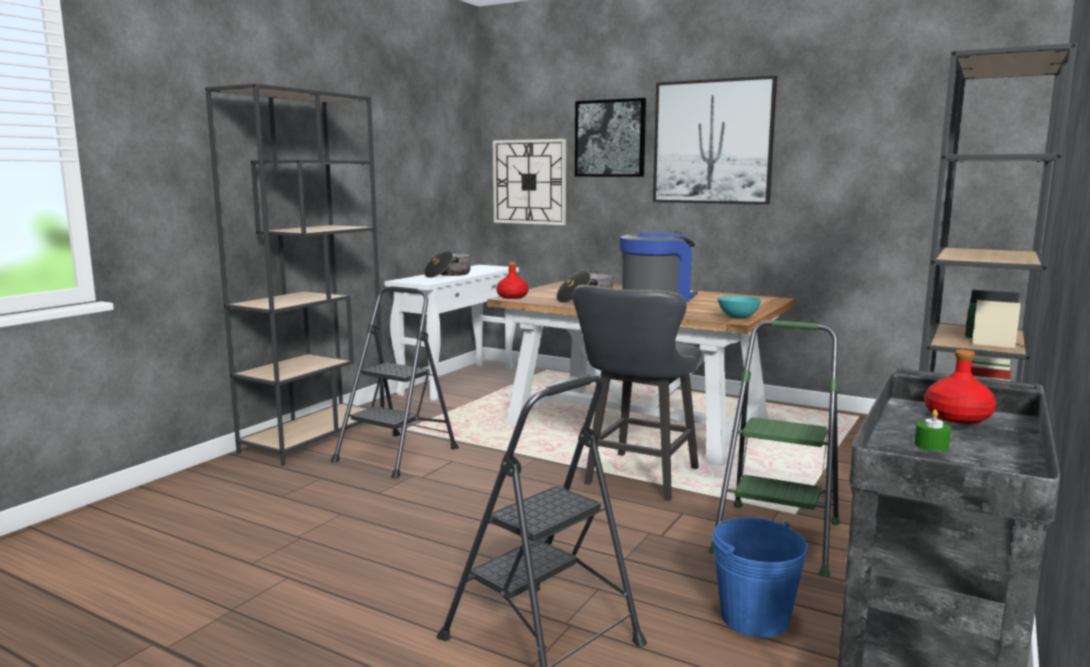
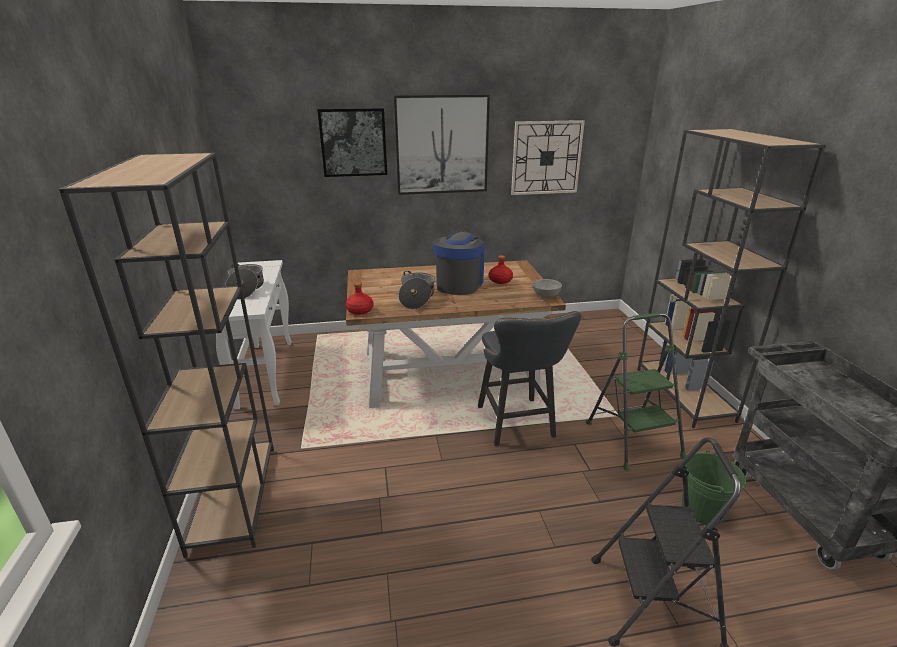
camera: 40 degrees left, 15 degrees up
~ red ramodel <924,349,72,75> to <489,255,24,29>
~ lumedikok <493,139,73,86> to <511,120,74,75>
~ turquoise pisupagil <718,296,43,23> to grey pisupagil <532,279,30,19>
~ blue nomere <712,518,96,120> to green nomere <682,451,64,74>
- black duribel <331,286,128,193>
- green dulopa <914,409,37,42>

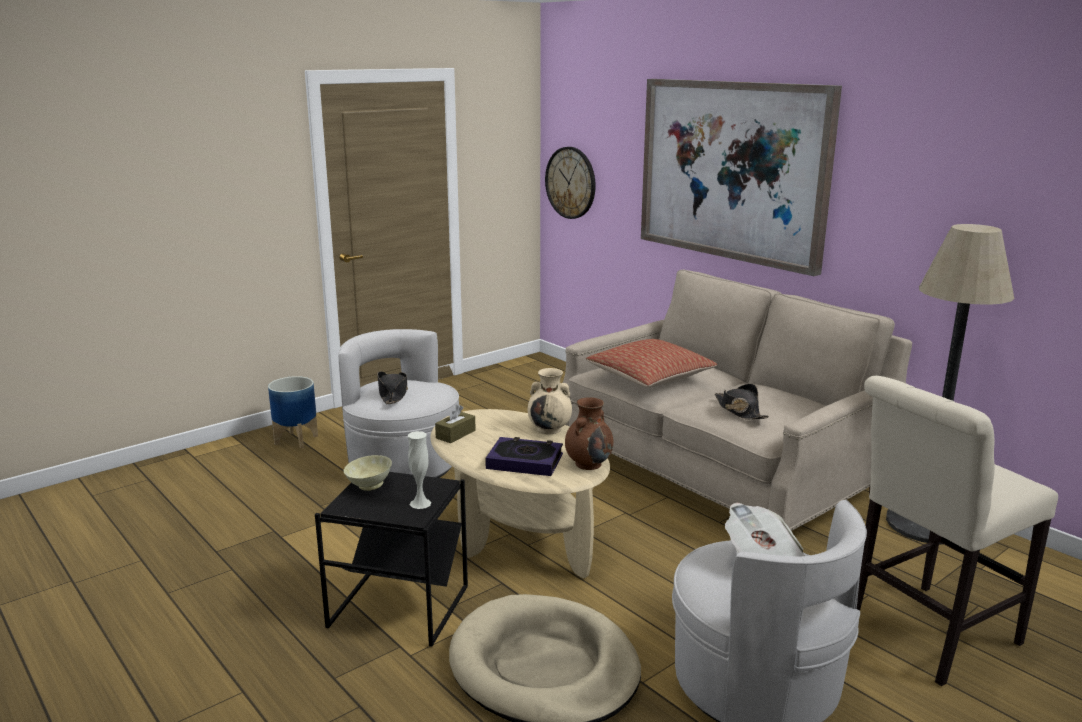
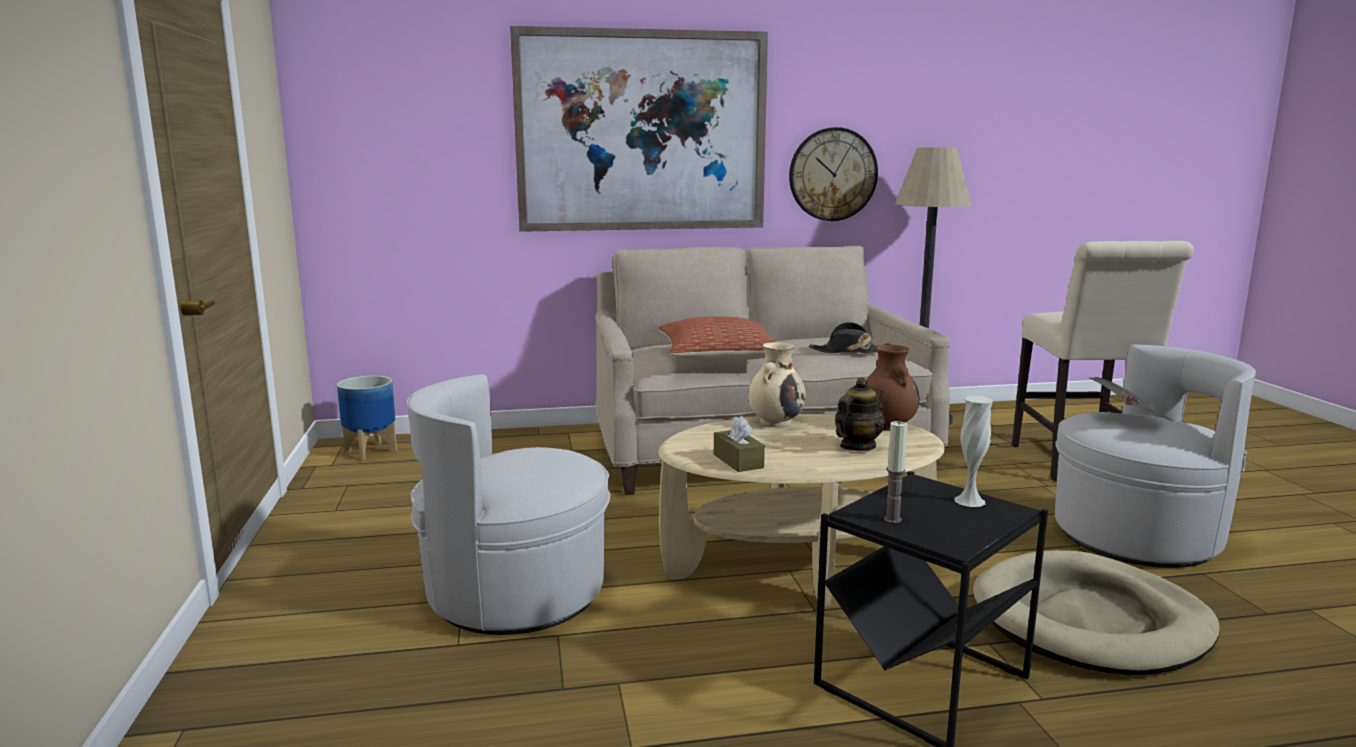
camera: 60 degrees left, 5 degrees down
~ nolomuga <268,376,50,72> to <337,376,60,84>
~ lumedikok <545,147,51,72> to <789,127,89,94>
~ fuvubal <485,437,78,39> to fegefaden <835,378,50,73>
~ beige pisupagil <344,455,48,36> to dulopa <884,421,24,102>
- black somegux <377,371,31,33>

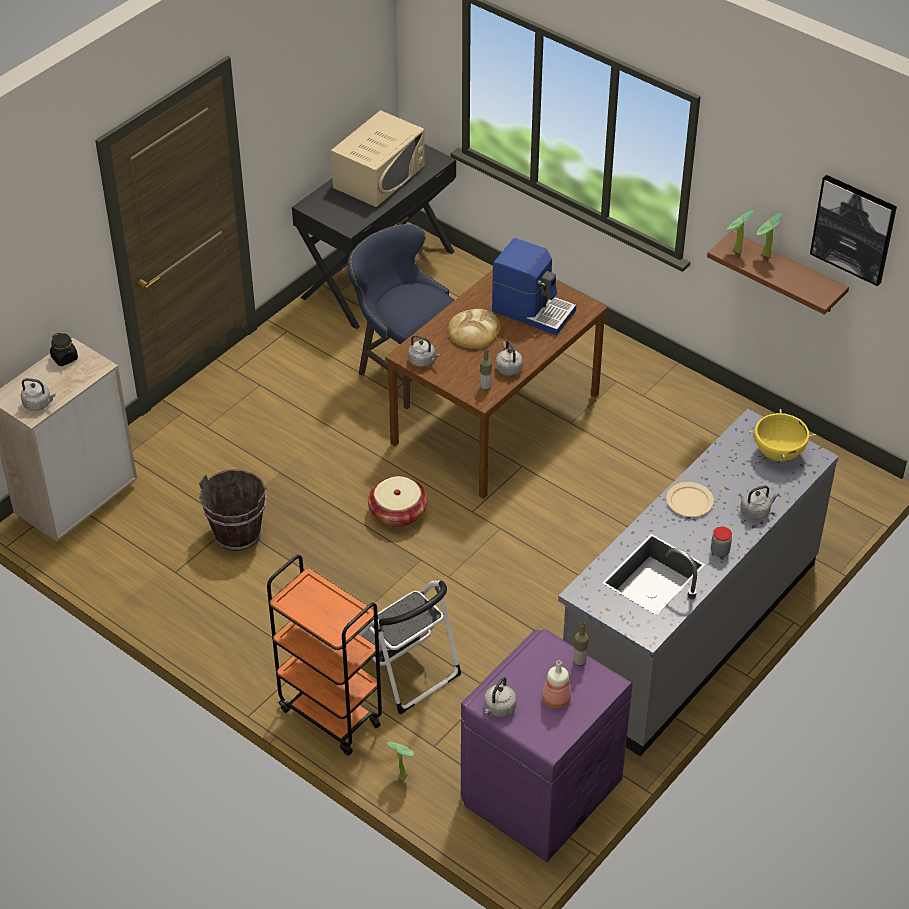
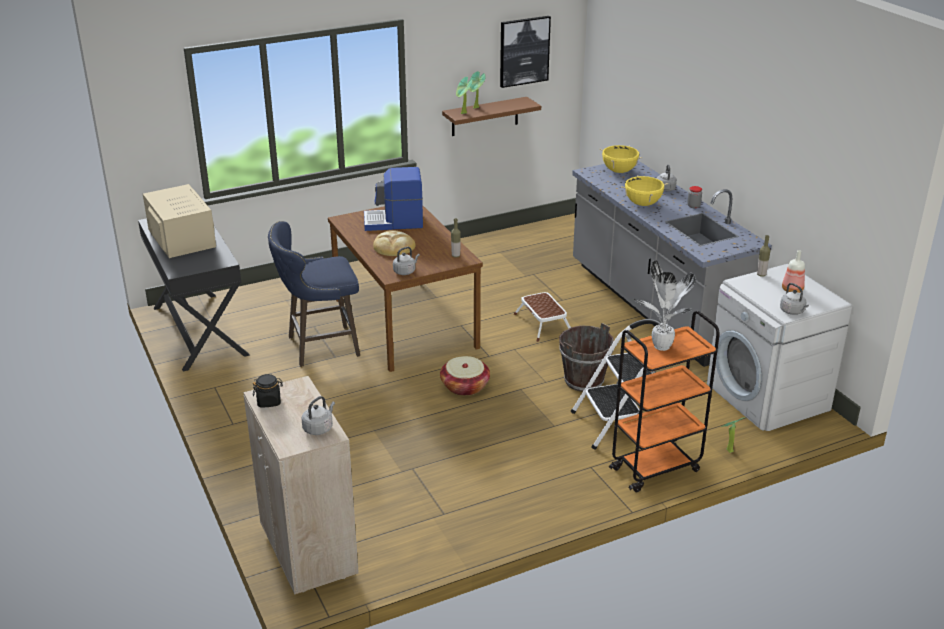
camera: 65 degrees left, 15 degrees down
~ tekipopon <492,238,84,97> = <364,167,59,64> 150 degrees counterclockwise
+ brown duribel <514,292,57,50>
~ brown nomere <199,469,67,82> to <559,323,55,69>
~ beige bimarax <666,482,48,35> to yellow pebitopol <621,175,47,31>
+ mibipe <634,260,62,91>
~ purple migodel <461,629,172,233> to white migodel <707,264,145,167>
- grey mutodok <496,340,27,36>

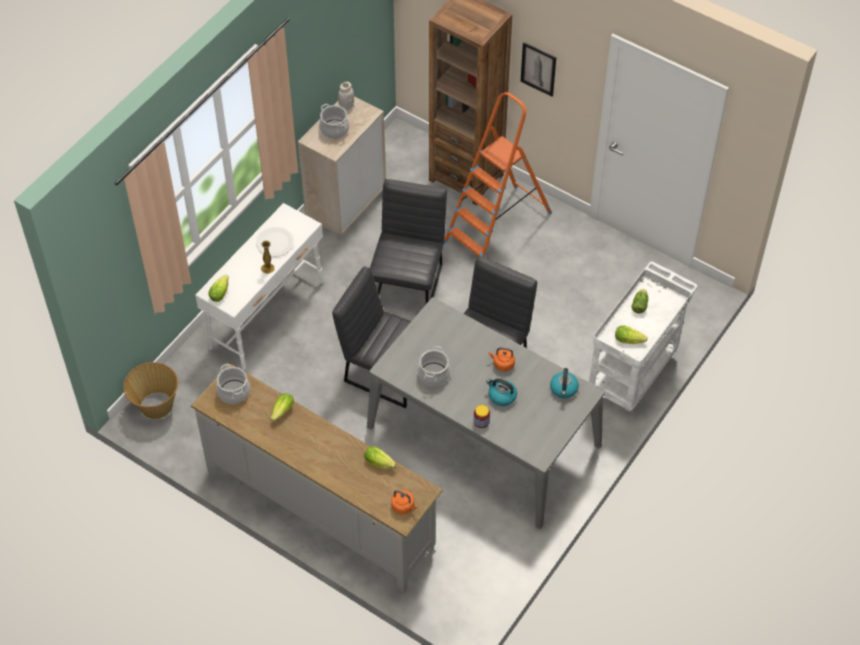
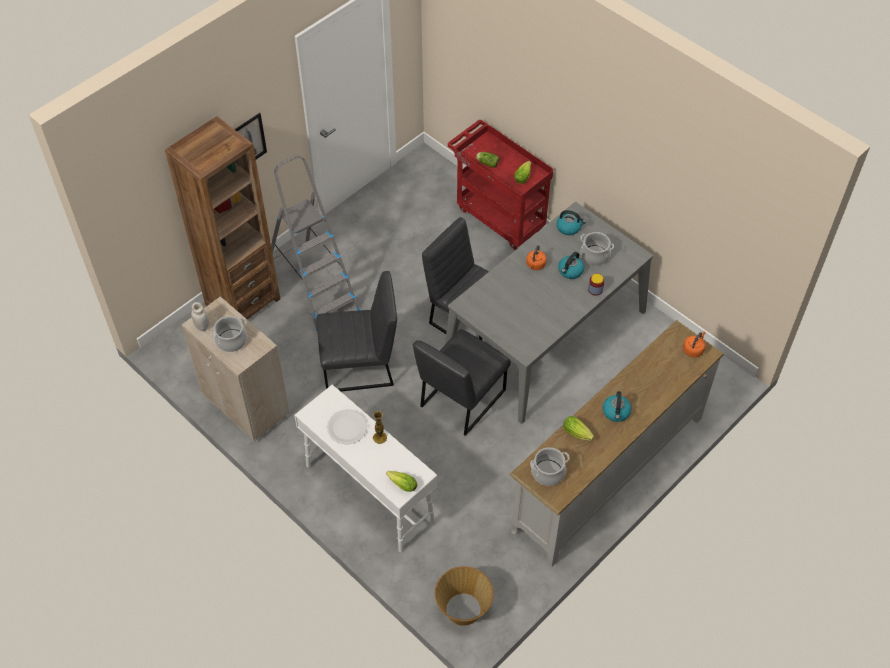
camera: 80 degrees left, 0 degrees up
~ orange duribel <444,92,108,166> to grey duribel <271,155,89,176>
~ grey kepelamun <370,179,77,125> = <316,271,81,121> 150 degrees clockwise
~ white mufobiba <589,261,108,153> to red mufobiba <448,120,105,130>
~ pebitopol <417,346,34,40> to <580,232,34,33>
+ mutodok <603,391,29,31>
- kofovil <364,446,32,23>

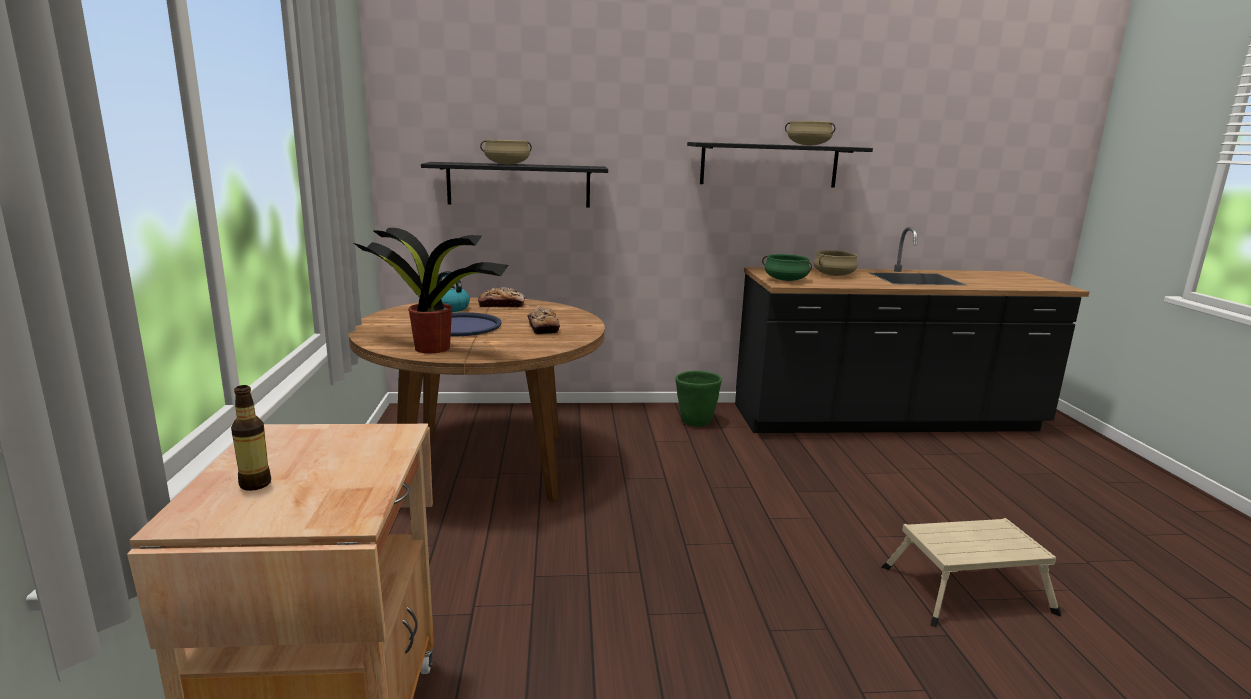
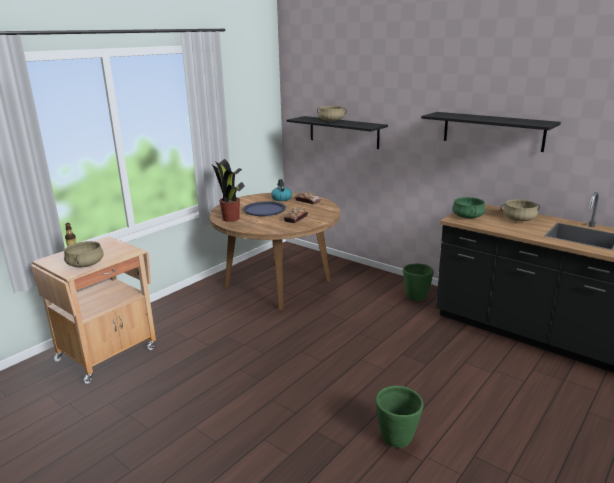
camera: 45 degrees right, 5 degrees up
~ beige pebitopol <785,121,51,24> to <64,241,39,26>
~ beige duribel <881,518,181,109> to green nolomuga <376,386,47,62>

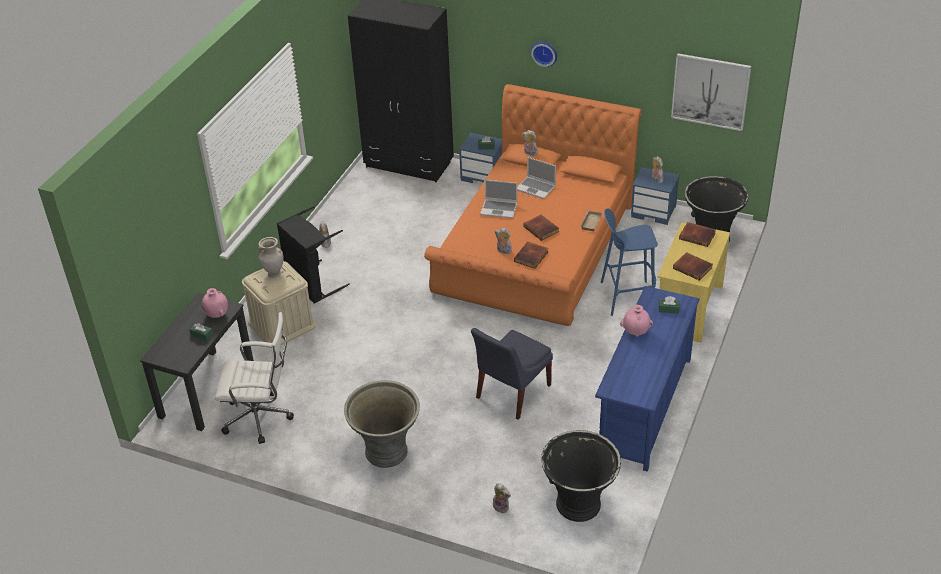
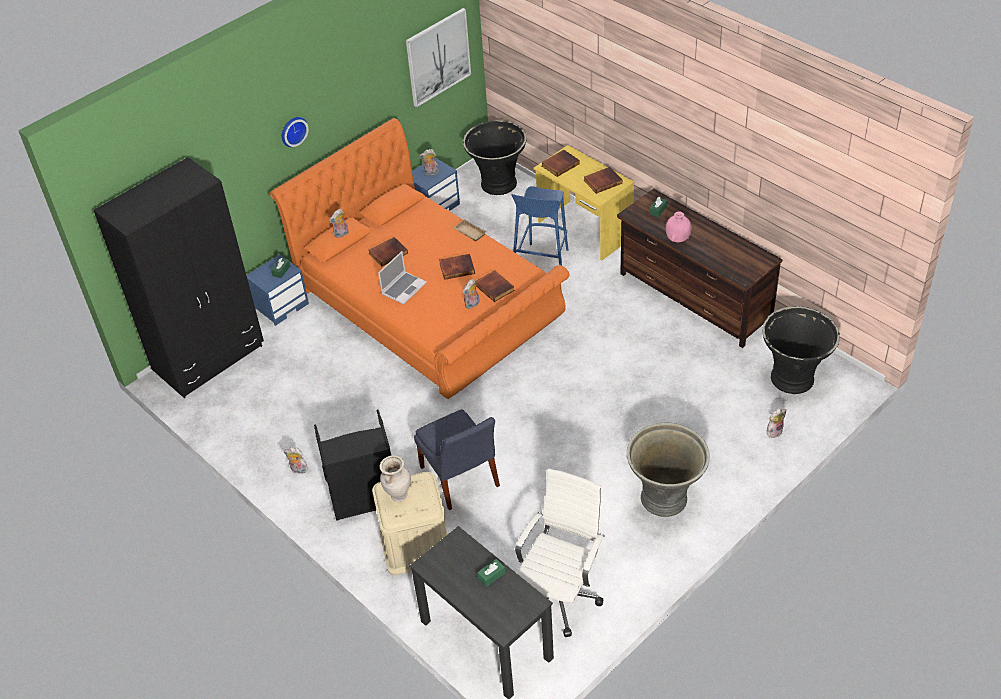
camera: 65 degrees left, 5 degrees up
~ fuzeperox <517,157,39,42> to fuvubal <369,237,39,29>
~ blue kepelamun <471,328,82,92> to <414,409,86,101>
~ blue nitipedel <595,286,104,185> to brown nitipedel <617,189,165,159>
- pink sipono <202,288,26,30>

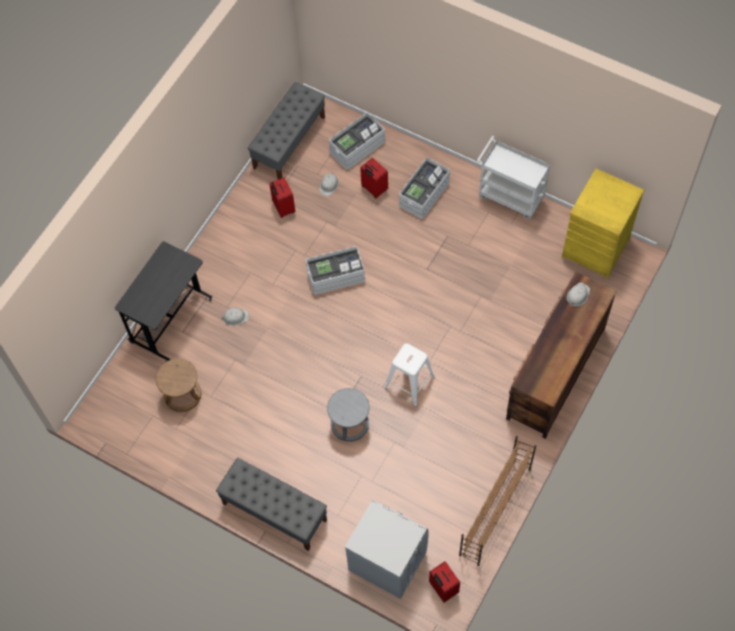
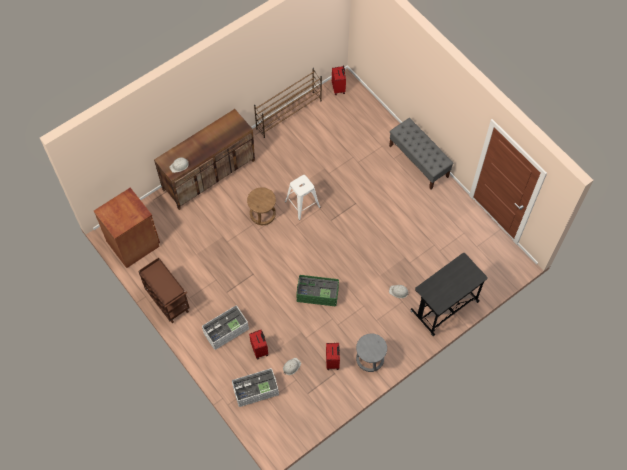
camera: 160 degrees left, 0 degrees up
~ yellow nitipedel <562,169,82,109> to brown nitipedel <94,187,66,81>
~ white mufobiba <477,136,73,83> to brown mufobiba <138,258,52,65>
~ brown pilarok <156,359,45,53> to <247,187,29,38>
~ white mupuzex <306,246,59,49> to green mupuzex <296,275,43,31>
~ grey pilarok <327,388,43,54> to <356,333,31,39>
- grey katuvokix <248,82,77,98>
- white migodel <345,500,84,99>

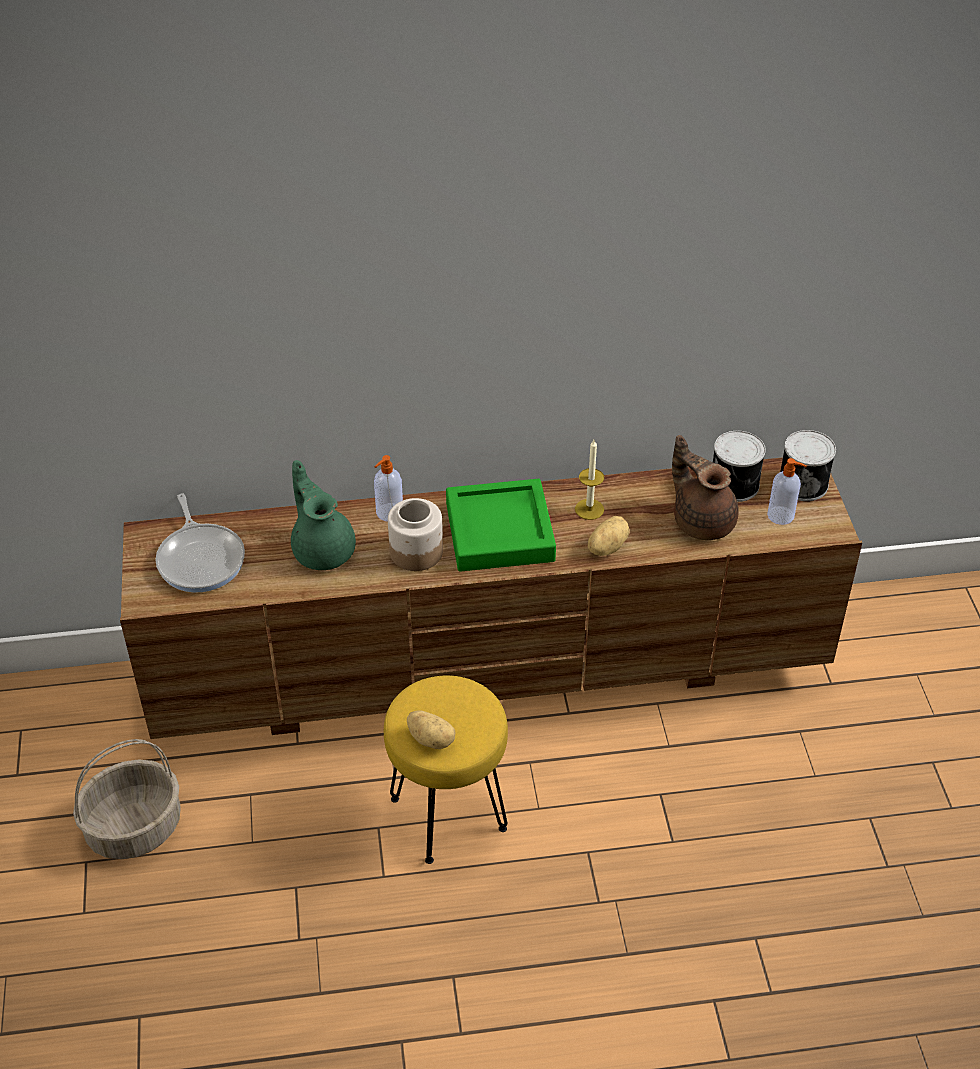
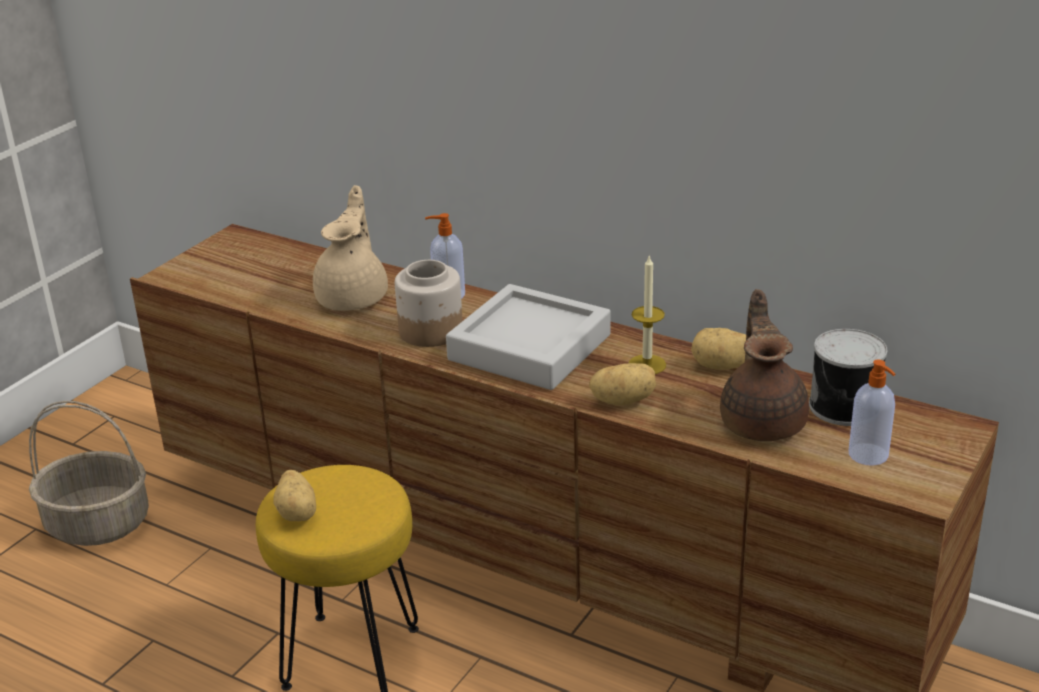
camera: 40 degrees right, 15 degrees down
~ green fegefaden <291,460,65,110> to beige fegefaden <313,185,75,126>
~ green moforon <446,479,110,93> to grey moforon <446,284,165,106>
+ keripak <691,328,55,42>
- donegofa <156,494,89,99>
- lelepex <780,430,56,71>

